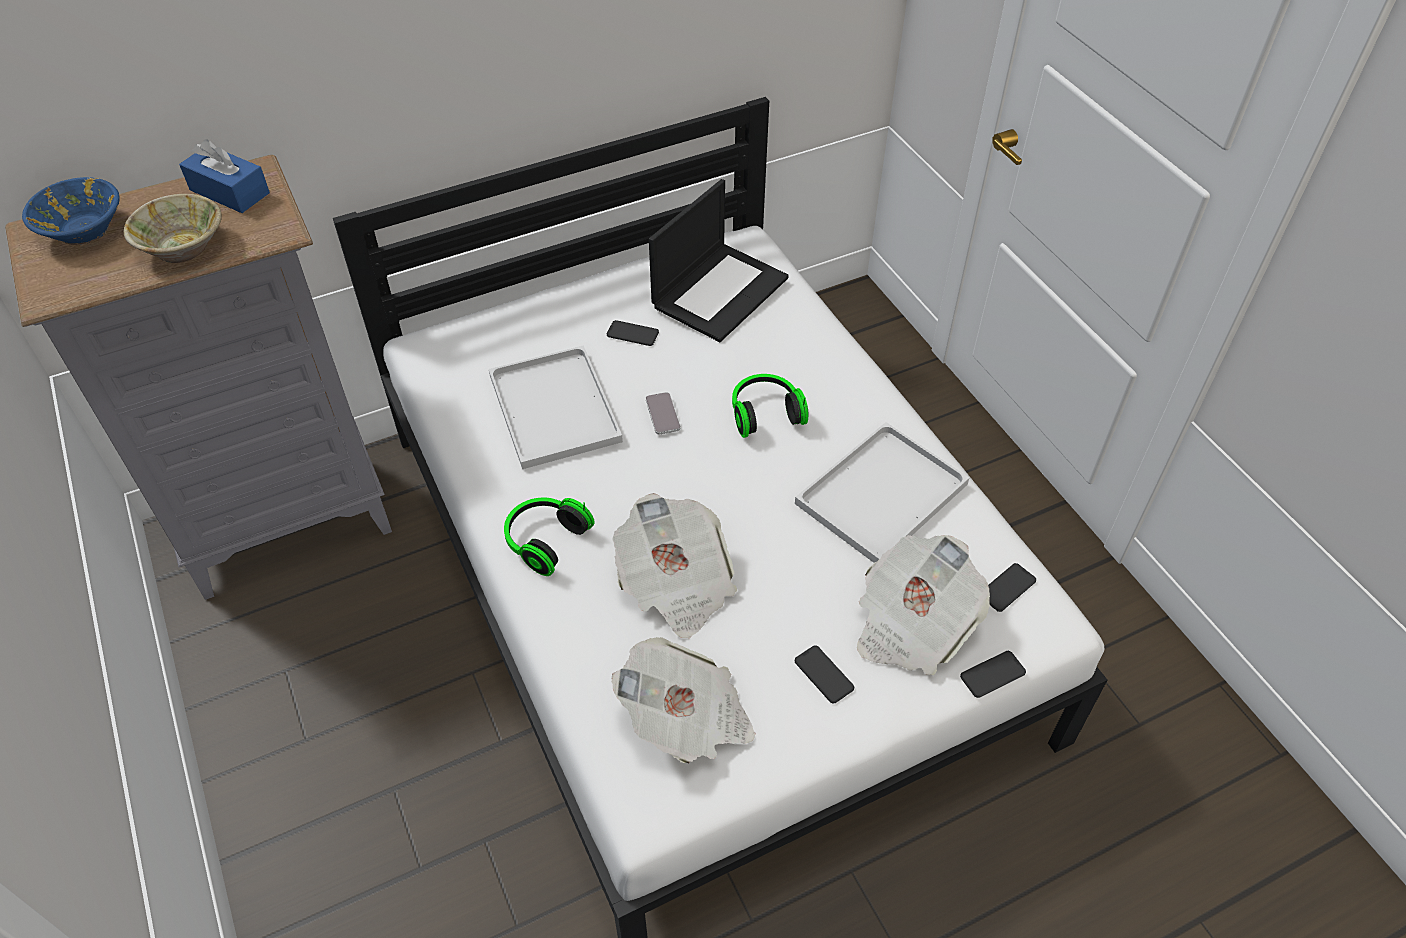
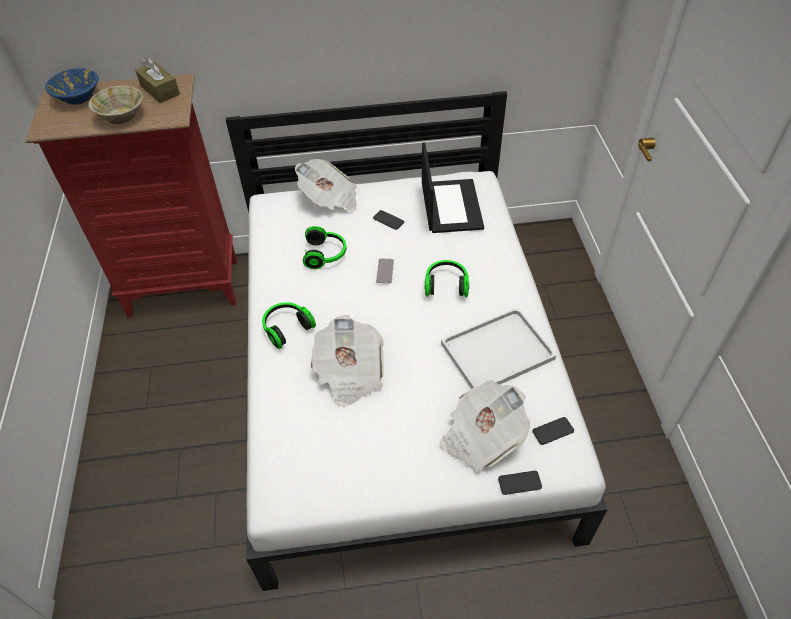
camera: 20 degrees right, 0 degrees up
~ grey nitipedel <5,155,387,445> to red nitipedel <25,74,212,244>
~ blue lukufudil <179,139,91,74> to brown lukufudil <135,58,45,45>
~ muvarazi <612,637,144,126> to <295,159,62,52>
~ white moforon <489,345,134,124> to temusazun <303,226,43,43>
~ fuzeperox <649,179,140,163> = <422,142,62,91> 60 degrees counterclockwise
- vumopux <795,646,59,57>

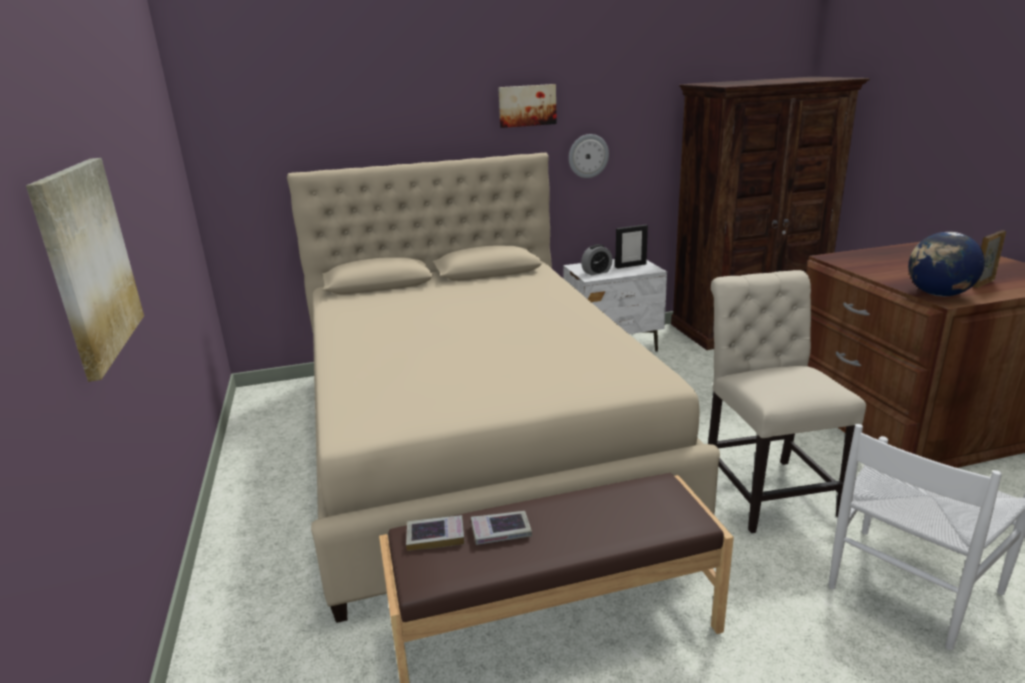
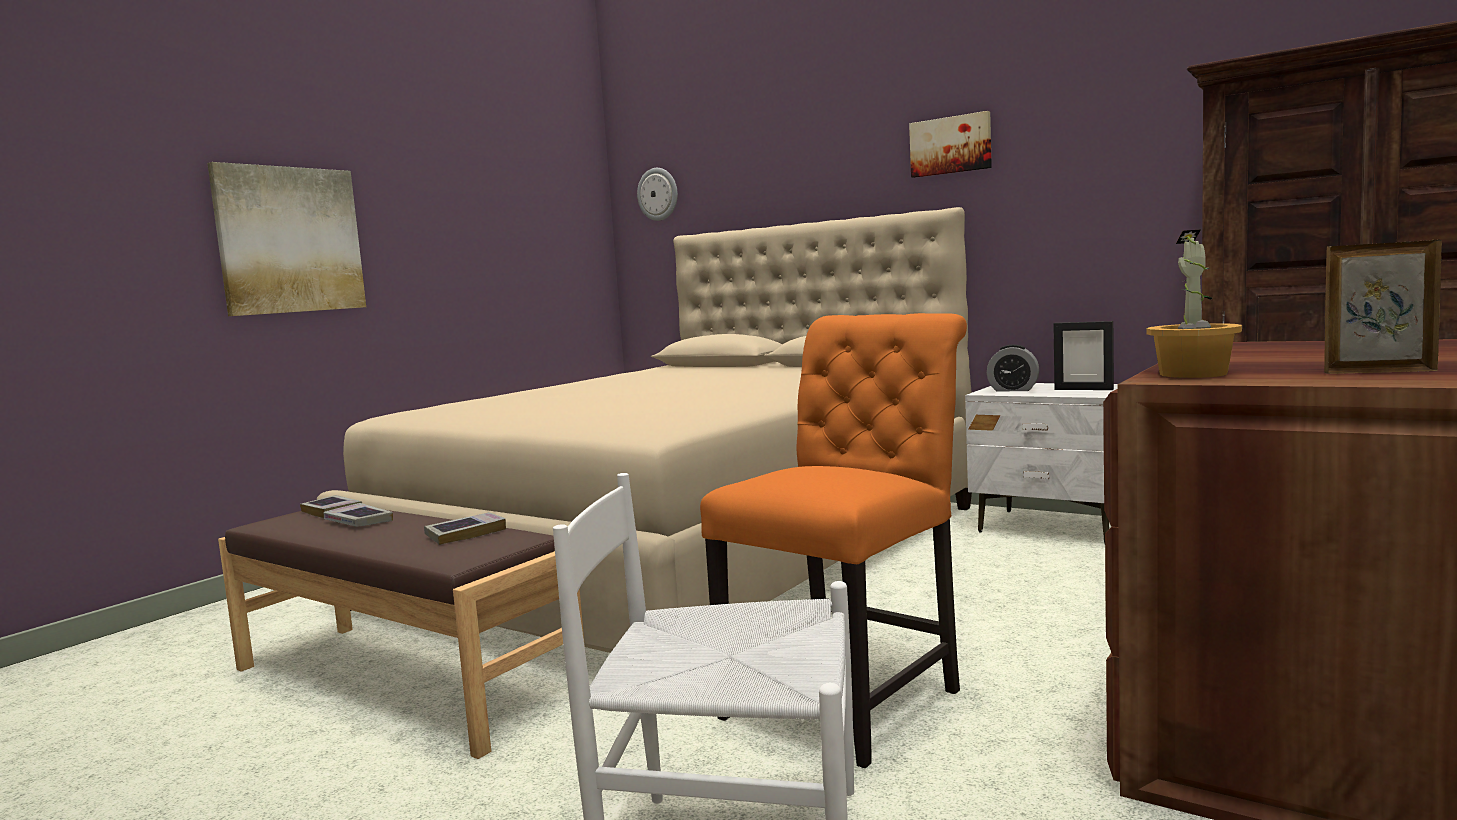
camera: 50 degrees right, 15 degrees down
+ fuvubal <424,512,82,33>
~ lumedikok <569,134,40,44> to <637,168,41,53>
~ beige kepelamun <708,270,158,263> to orange kepelamun <700,313,267,455>
~ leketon <908,232,77,64> to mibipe <1147,230,95,148>

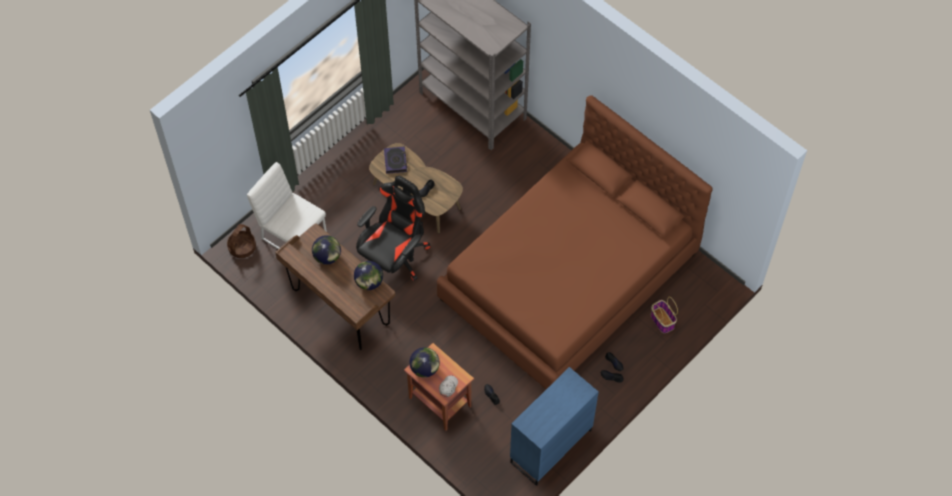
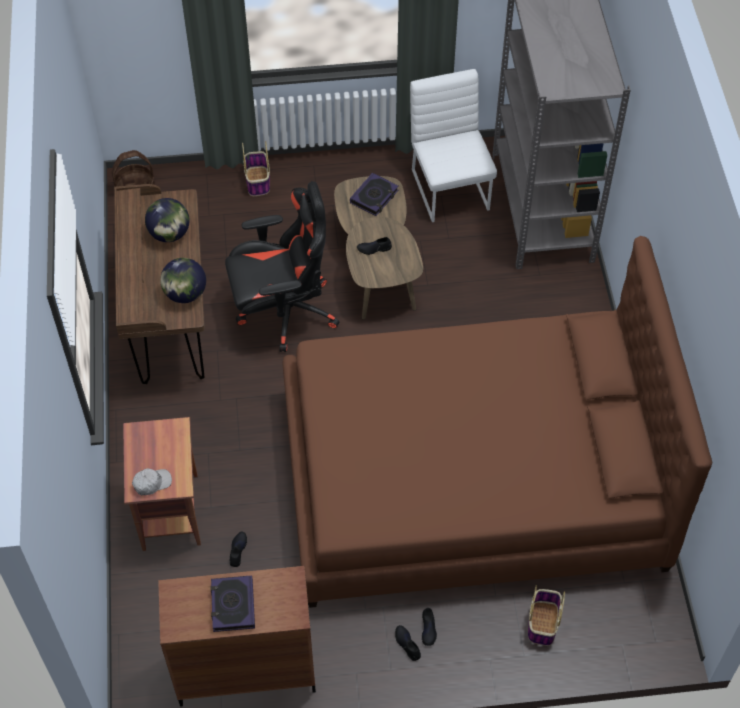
camera: 40 degrees right, 5 degrees down
~ blue nitipedel <510,367,89,119> to brown nitipedel <158,566,158,141>
+ fuvubal <210,575,45,57>
+ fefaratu <242,141,28,55>
~ white kepelamun <247,162,80,87> to <410,69,87,153>
- leketon <409,347,31,31>

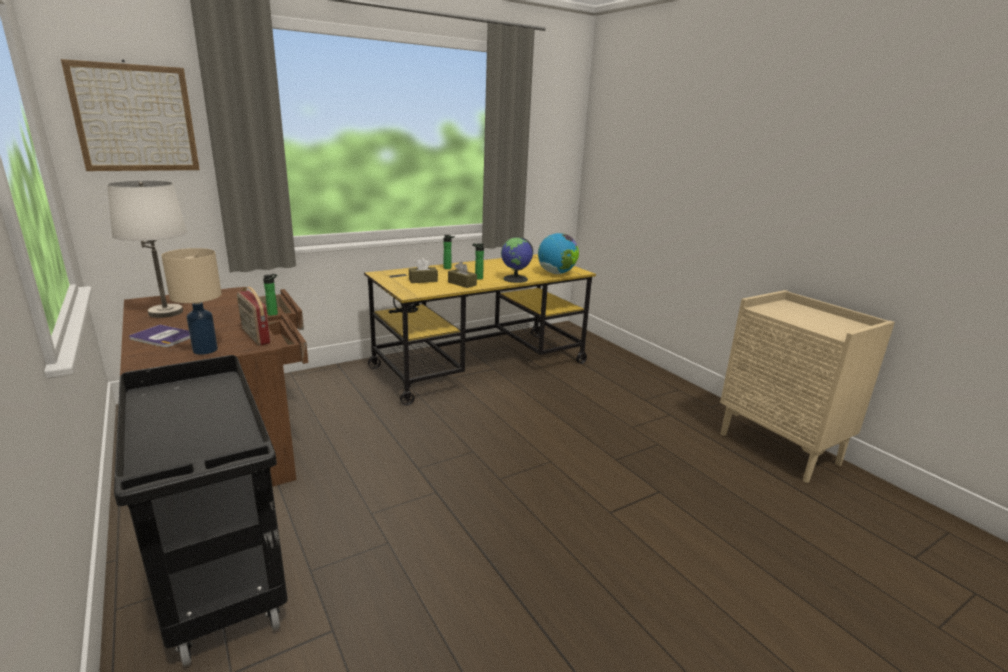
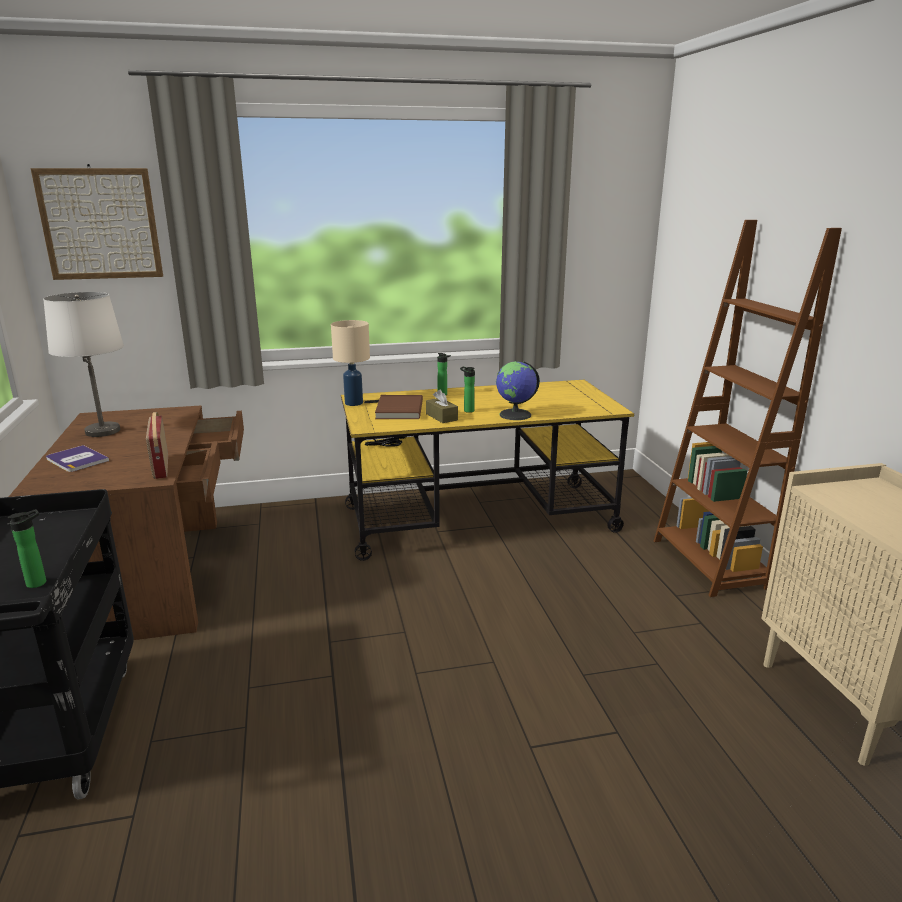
camera: 20 degrees right, 0 degrees up
~ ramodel <263,274,15,42> to <8,509,38,79>
~ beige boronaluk <161,248,61,107> to <331,320,39,86>
~ brown lukufudil <409,258,29,25> to brown fuvubal <375,395,48,24>
+ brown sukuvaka <654,220,188,377>
- leketon <538,233,41,41>

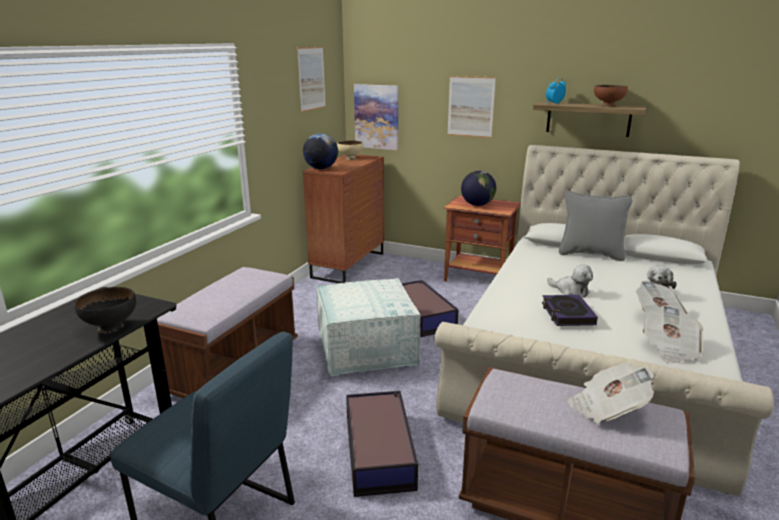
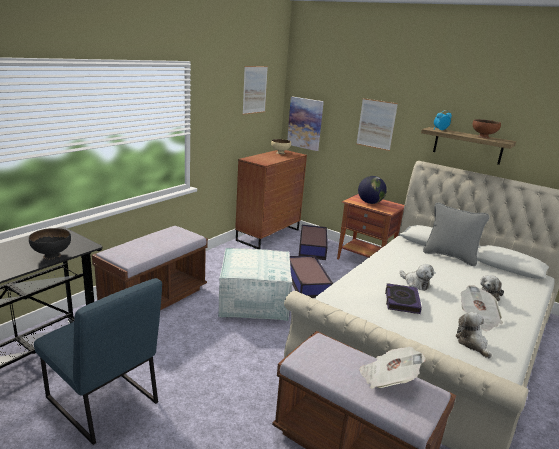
camera: 10 degrees right, 0 degrees up
~ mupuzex <346,391,72,106> to <299,225,29,35>
~ muvarazi <642,305,61,59> to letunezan <456,312,36,46>
- leketon <303,134,35,35>

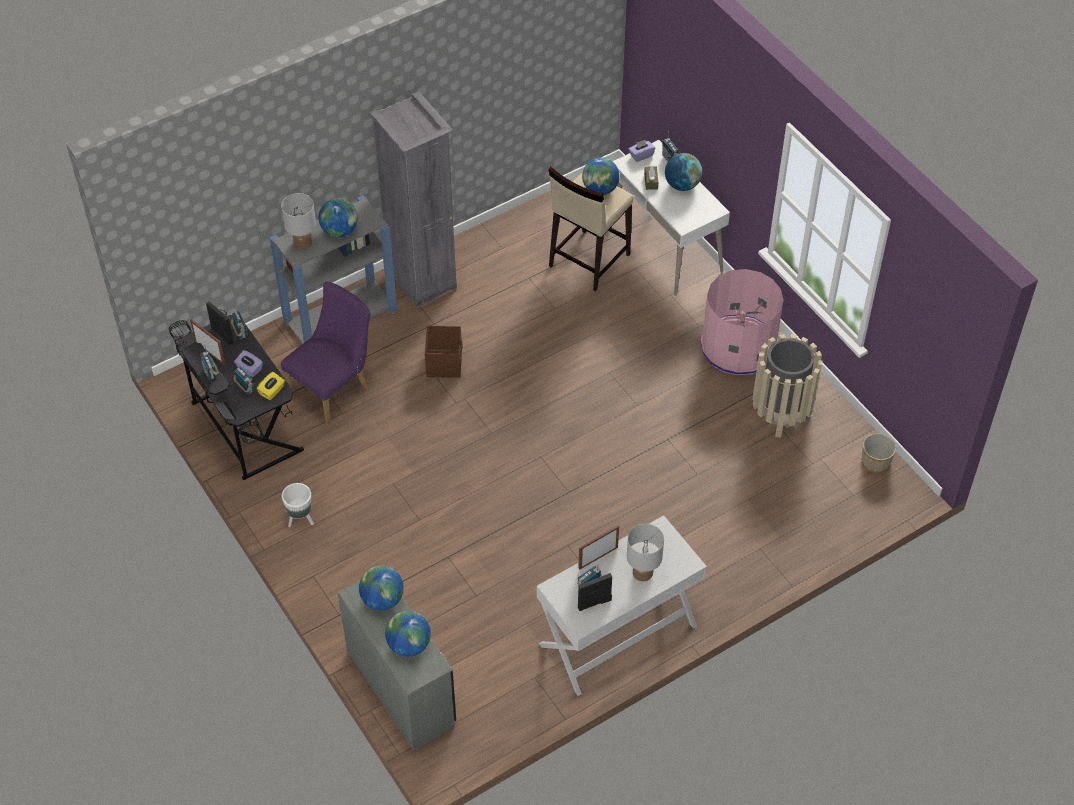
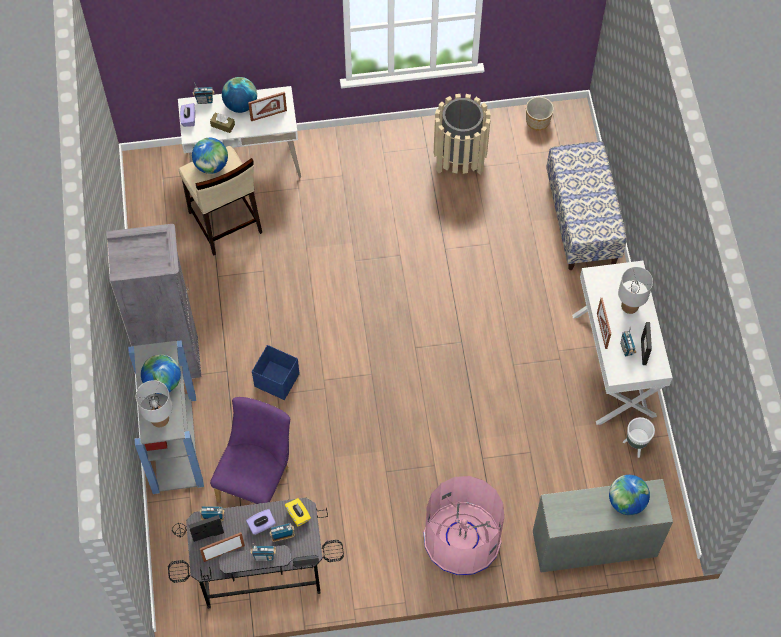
camera: 65 degrees left, 10 degrees up
~ purple kepelamun <281,282,90,144> = <210,397,81,107> 45 degrees clockwise
+ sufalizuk <248,92,39,29>
~ brown mupuzex <425,326,38,52> to blue mupuzex <252,345,48,55>
~ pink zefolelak <700,269,84,106> to <424,476,80,99>
+ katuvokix <546,141,81,129>
~ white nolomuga <282,483,32,44> to <623,417,32,41>
- leketon <359,566,45,45>

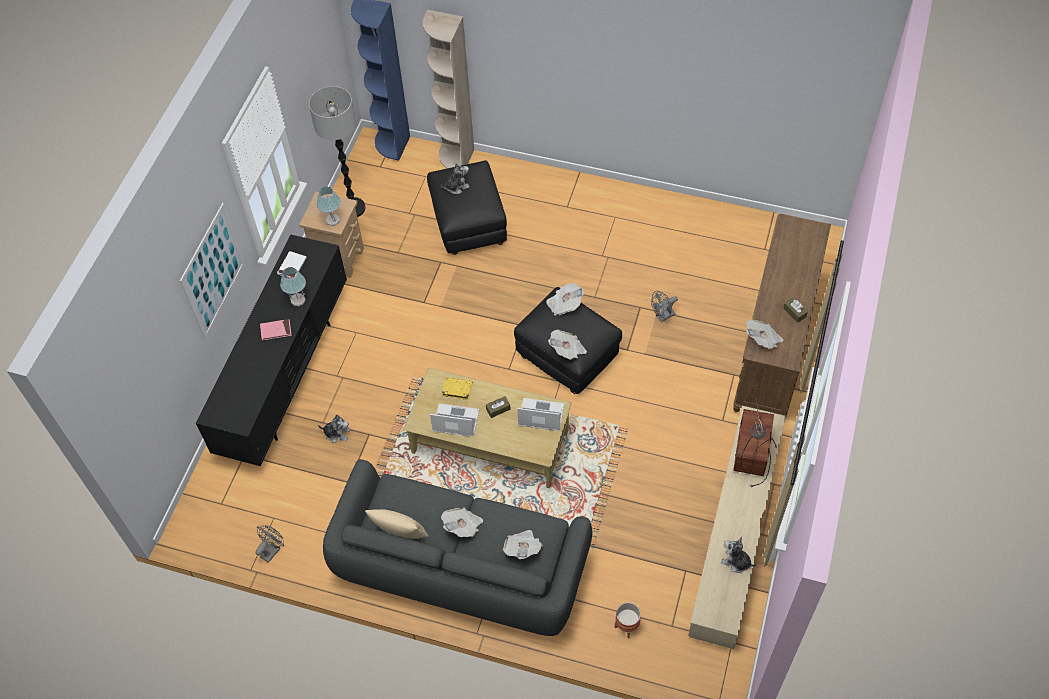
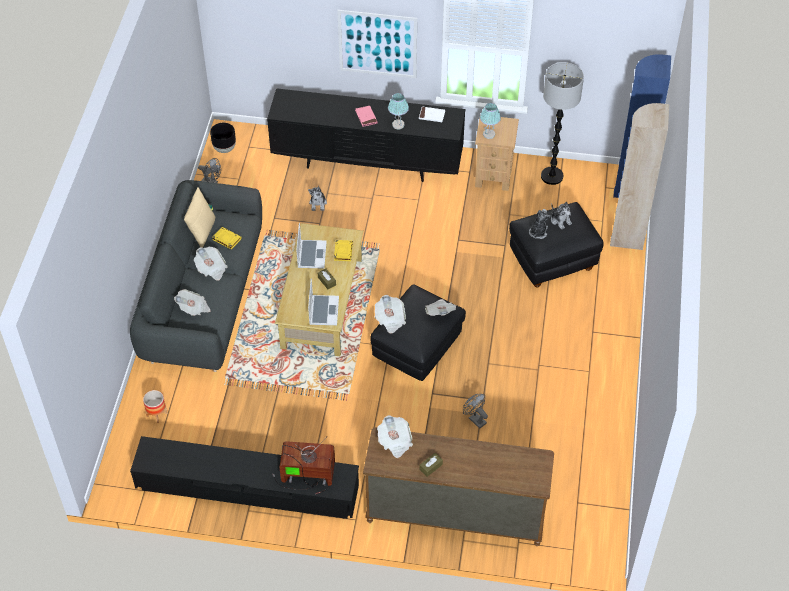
camera: 80 degrees right, 5 degrees down
~ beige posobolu <688,406,98,243> to black posobolu <130,436,229,83>
+ black nolomuga <210,123,26,30>
+ yellow fuvubal <212,227,30,23>
~ letunezan <721,537,36,36> to <529,209,22,30>

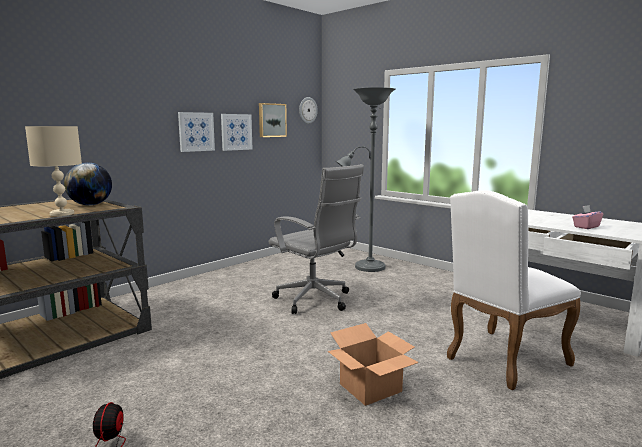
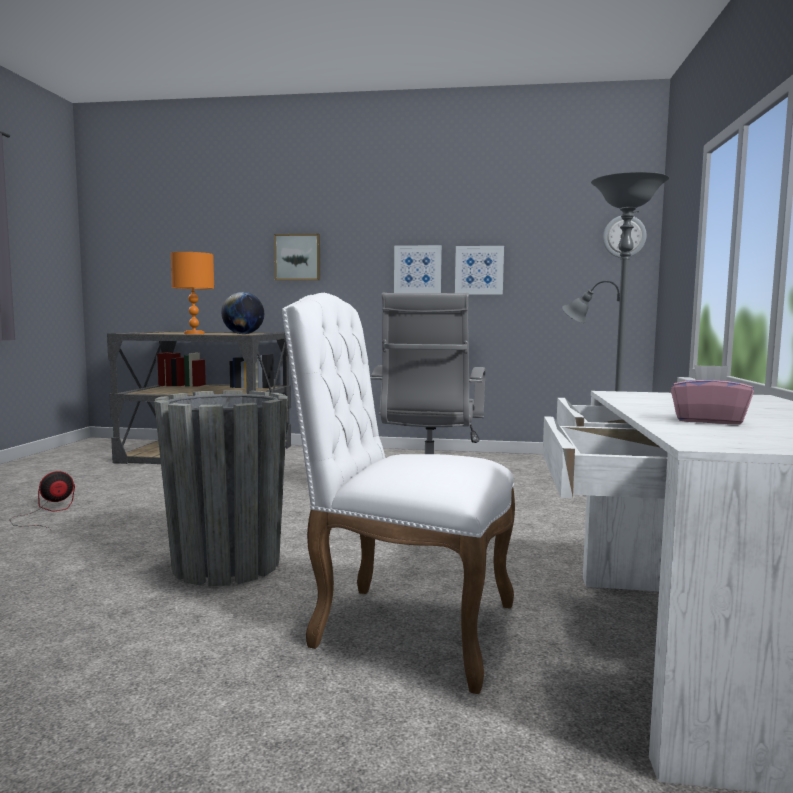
camera: 55 degrees right, 5 degrees down
~ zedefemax <328,323,91,83> to grey nolomuga <154,390,134,196>
~ beige boronaluk <25,126,57,90> to orange boronaluk <171,252,43,82>
~ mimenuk <259,103,28,34> to <274,234,46,47>

